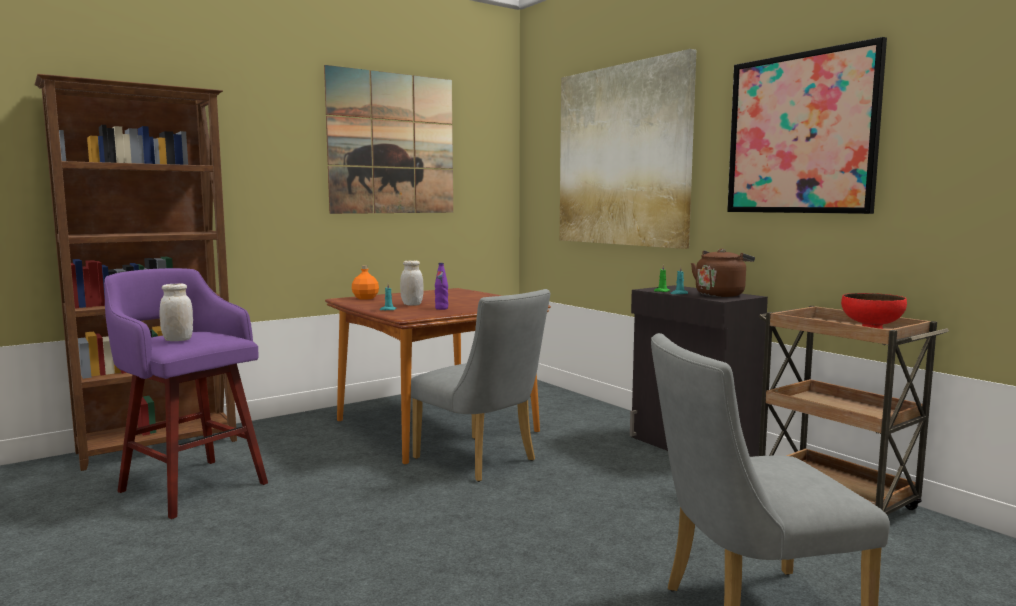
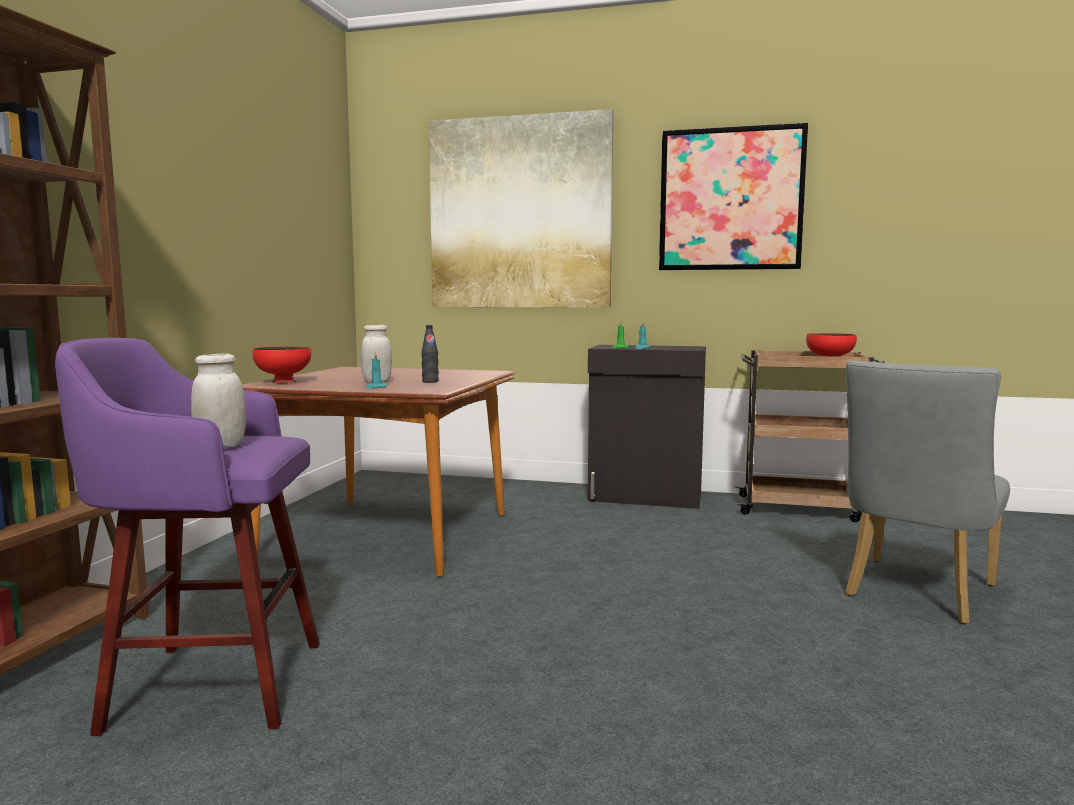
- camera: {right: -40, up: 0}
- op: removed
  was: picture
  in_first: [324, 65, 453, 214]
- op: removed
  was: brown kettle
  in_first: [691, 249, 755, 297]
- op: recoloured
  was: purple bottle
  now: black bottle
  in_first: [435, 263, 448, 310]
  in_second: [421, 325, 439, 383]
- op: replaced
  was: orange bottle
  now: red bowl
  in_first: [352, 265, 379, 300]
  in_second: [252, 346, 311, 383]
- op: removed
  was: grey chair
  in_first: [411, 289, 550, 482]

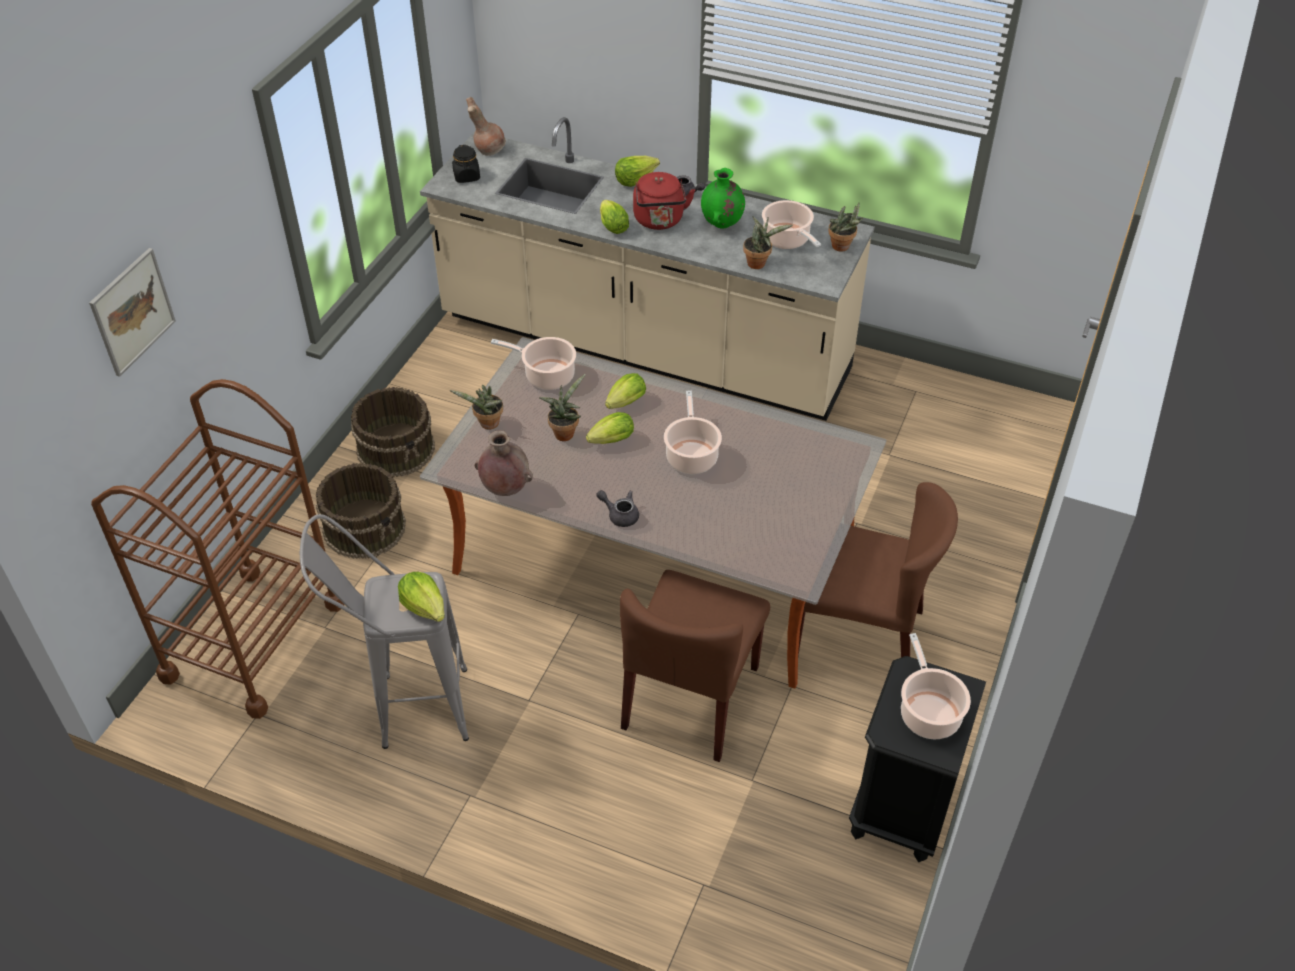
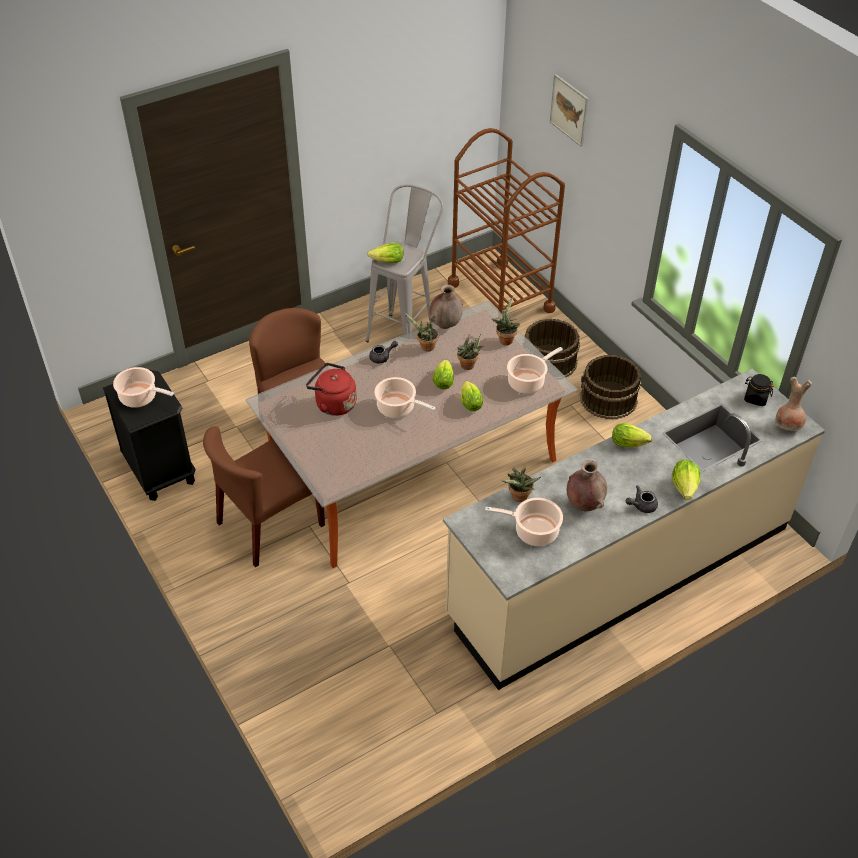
- camera: {right: 125, up: 0}
- op: recoloured
  was: green vase
  now: brown vase
  in_first: [701, 168, 745, 229]
  in_second: [567, 460, 607, 511]
- op: moved
  was: red kettle
  in_first: [633, 172, 695, 230]
  in_second: [306, 363, 357, 416]
- op: moved
  was: potted plant
  in_first: [828, 203, 864, 252]
  in_second: [405, 313, 438, 352]

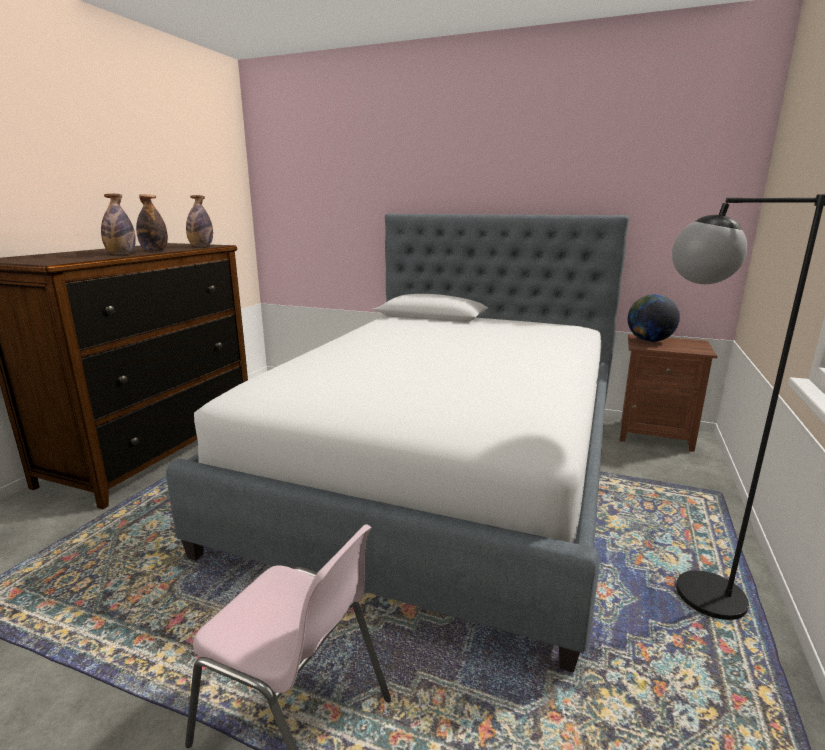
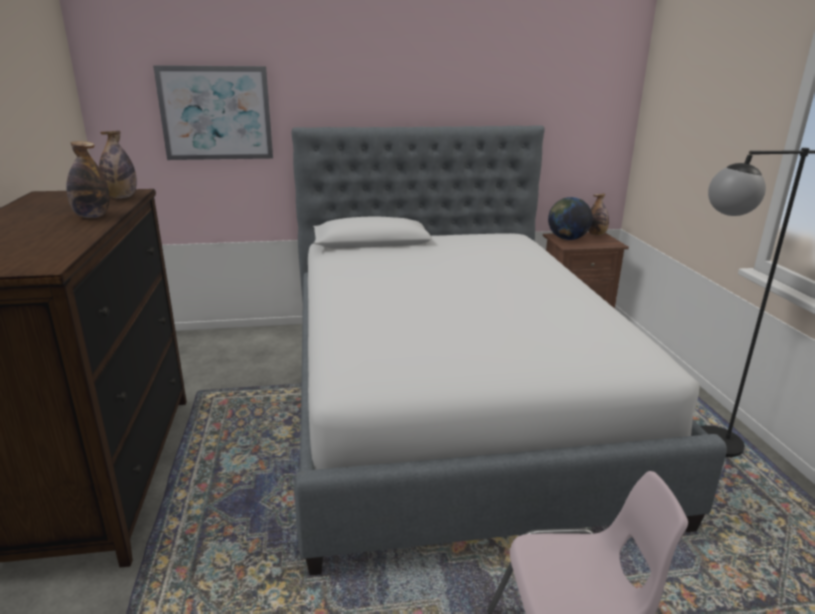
- camera: {right: -30, up: 5}
- op: moved
  was: bottle
  in_first: [101, 194, 136, 254]
  in_second: [588, 194, 609, 236]
- op: added
  now: picture
  in_second: [153, 65, 273, 160]

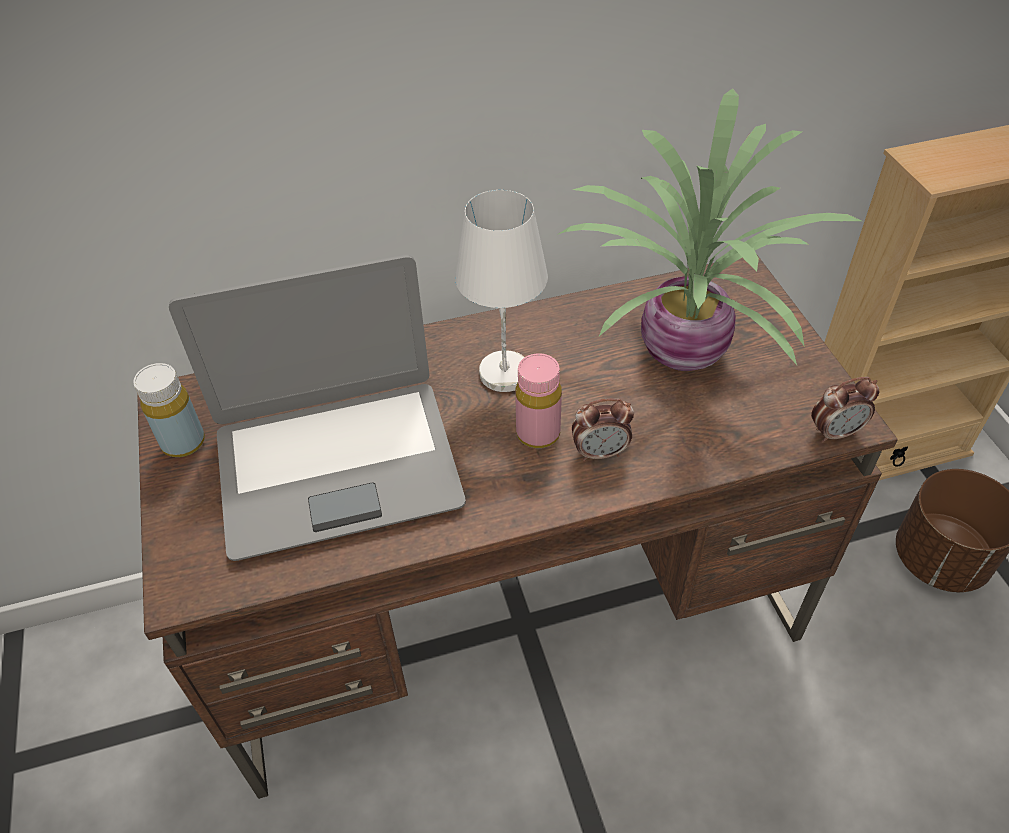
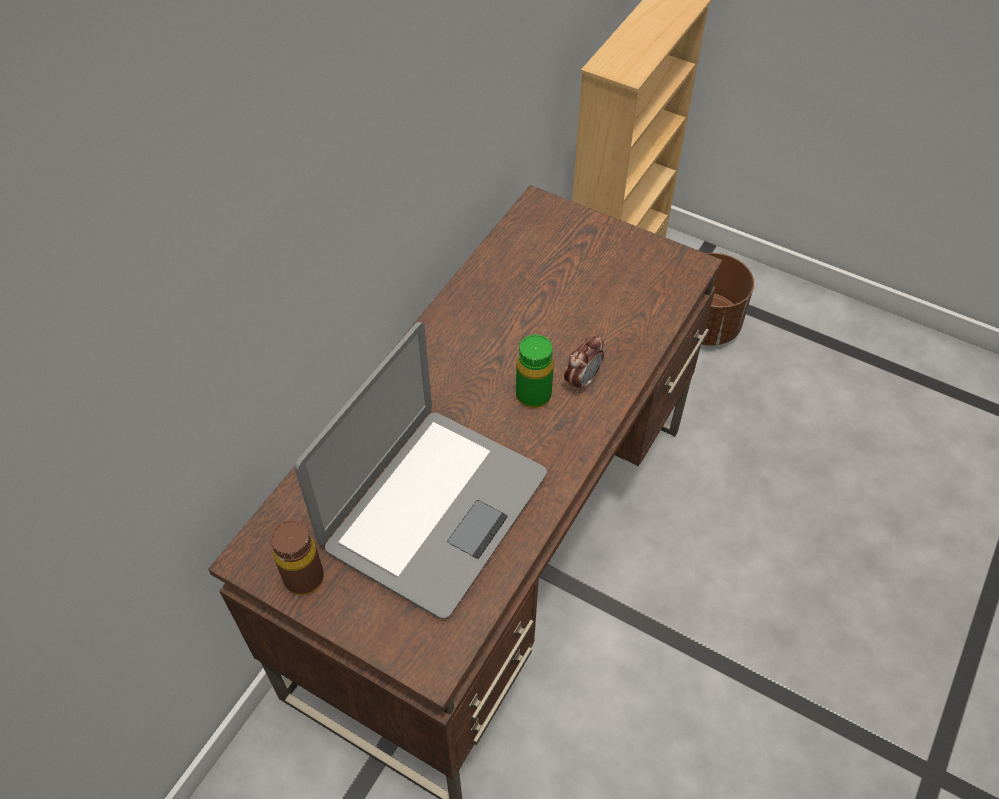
- camera: {right: -45, up: 5}
- op: removed
  was: potted plant
  in_first: [557, 88, 861, 371]
- op: removed
  was: white table lamp
  in_first: [455, 190, 548, 392]
- op: recoloured
  was: pink bottle
  now: green bottle
  in_first: [515, 353, 562, 448]
  in_second: [516, 335, 554, 408]
- op: recoloured
  was: yellow bottle
  now: brown bottle
  in_first: [133, 363, 205, 457]
  in_second: [271, 520, 324, 595]
- op: removed
  was: alarm clock
  in_first: [811, 377, 879, 443]

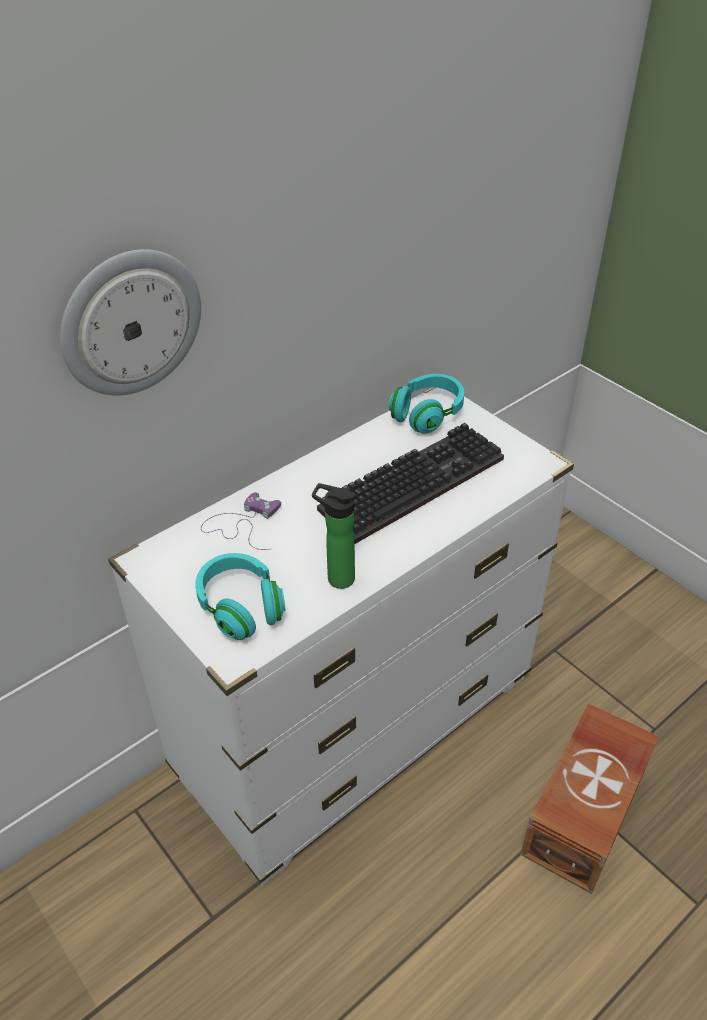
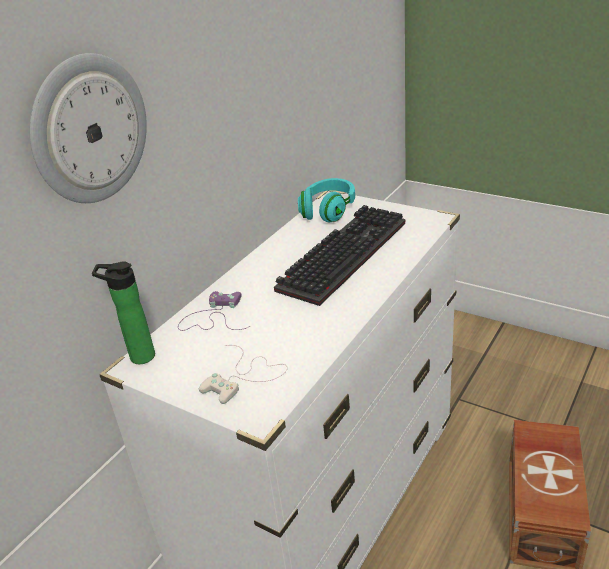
- camera: {right: -15, up: -10}
- op: moved
  was: bottle
  in_first: [312, 483, 355, 589]
  in_second: [92, 262, 155, 364]
- op: replaced
  was: turquoise headphones
  now: white game controller
  in_first: [195, 553, 286, 640]
  in_second: [199, 345, 288, 404]

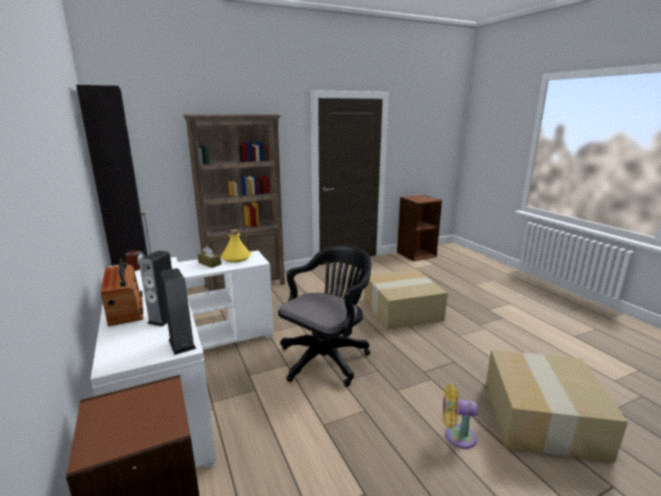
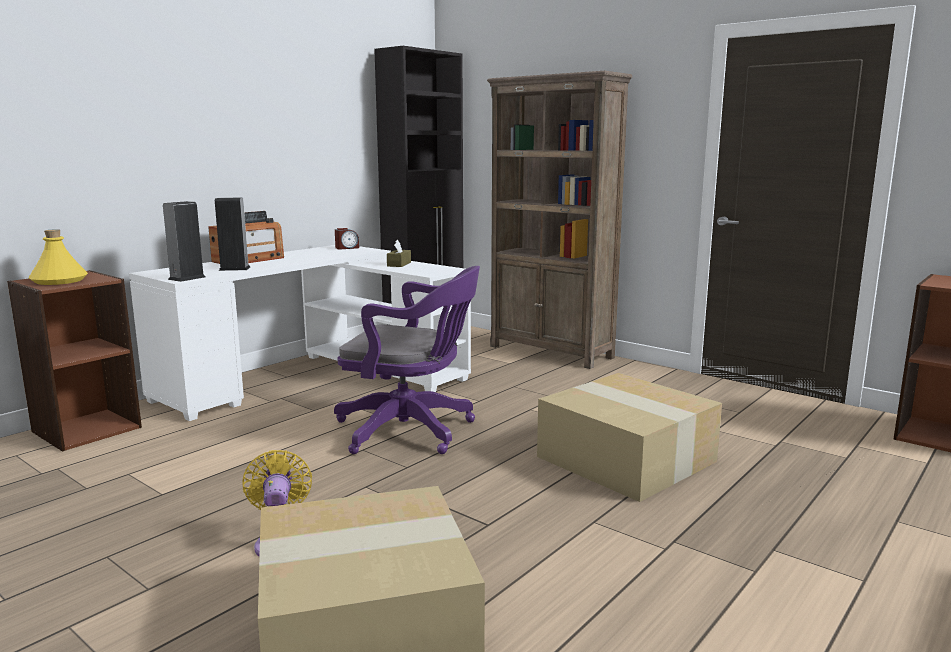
- camera: {right: 65, up: -5}
- op: moved
  was: yellow bottle
  in_first: [221, 229, 251, 262]
  in_second: [29, 229, 88, 285]
- op: recoloured
  was: black office chair
  now: purple office chair
  in_first: [278, 245, 371, 387]
  in_second: [334, 266, 480, 454]

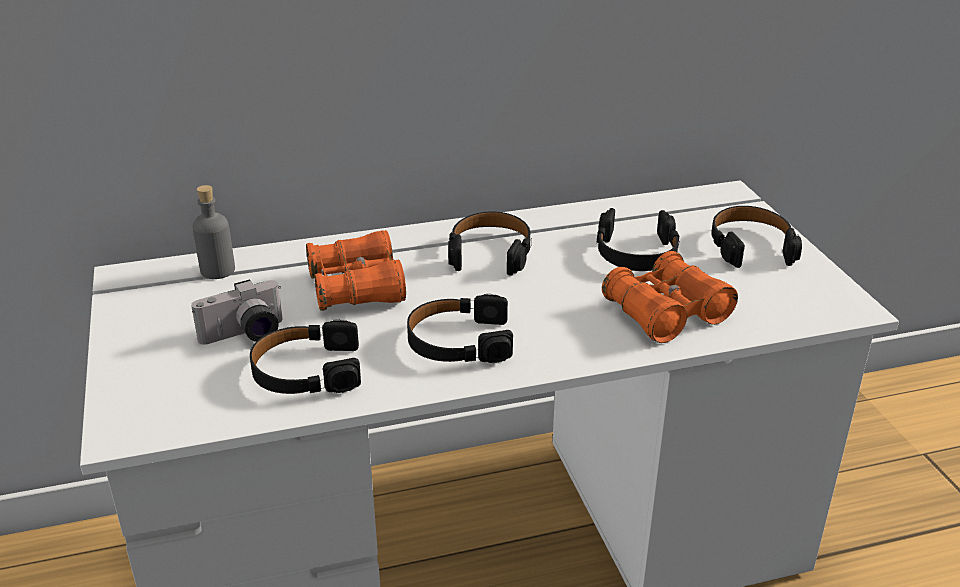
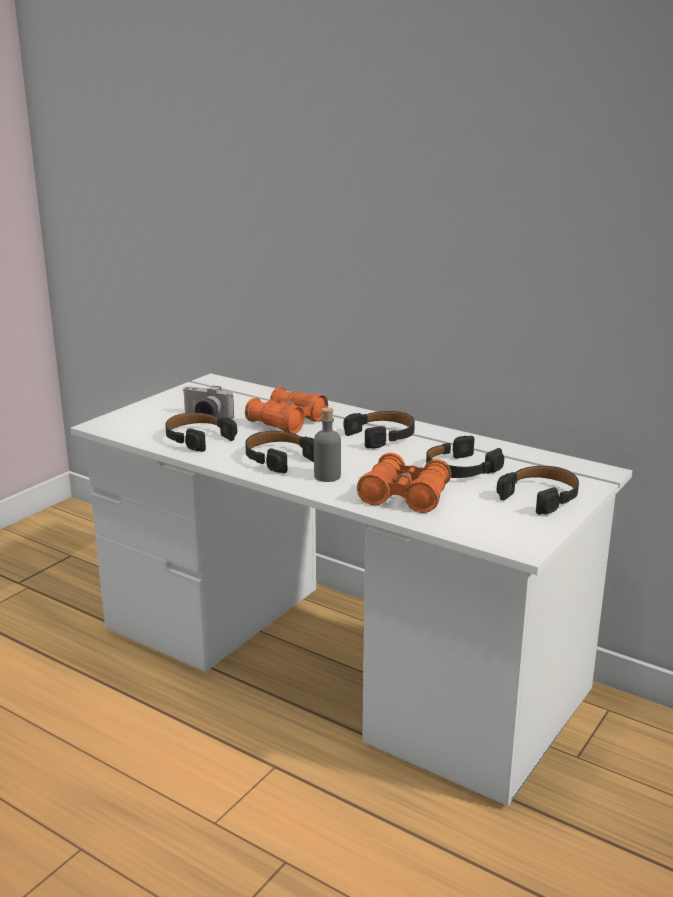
- camera: {right: 50, up: -10}
- op: moved
  was: grey bottle
  in_first: [192, 185, 235, 279]
  in_second: [314, 407, 341, 482]

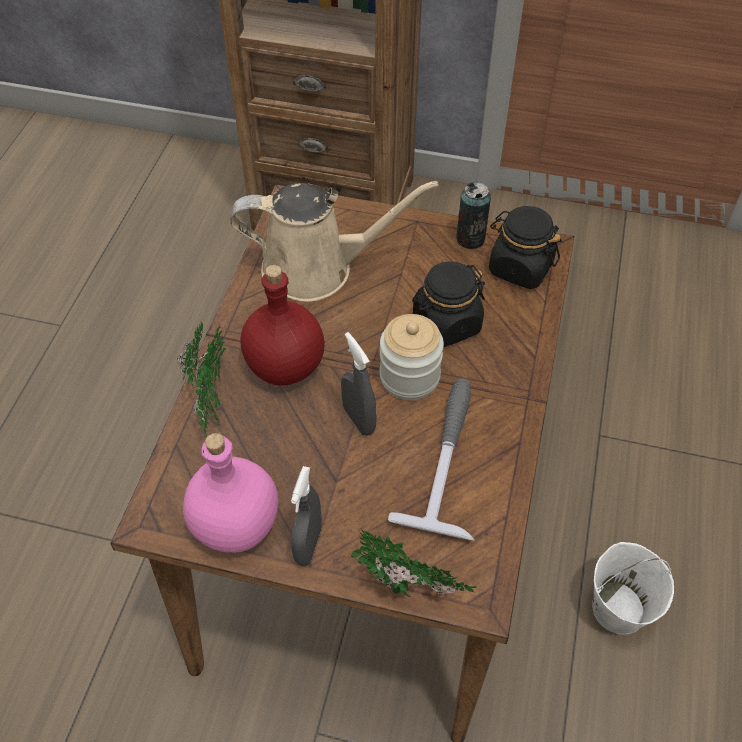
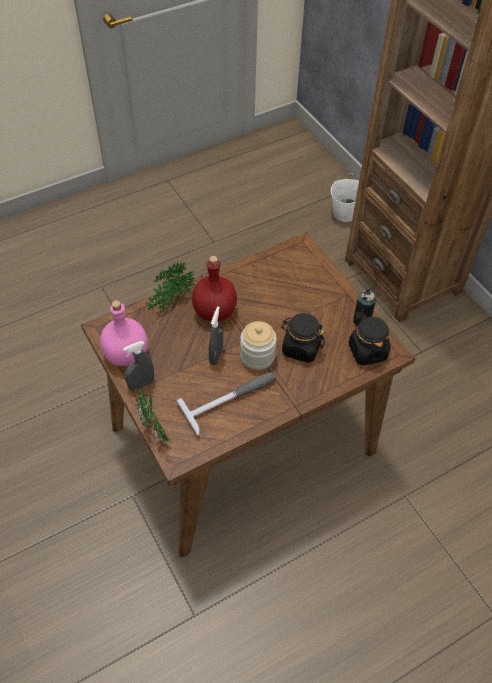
- camera: {right: 45, up: 0}
- op: removed
  was: beige watering can
  in_first: [230, 181, 438, 302]
- op: moved
  was: white bucket
  in_first: [592, 542, 674, 635]
  in_second: [331, 173, 359, 222]

